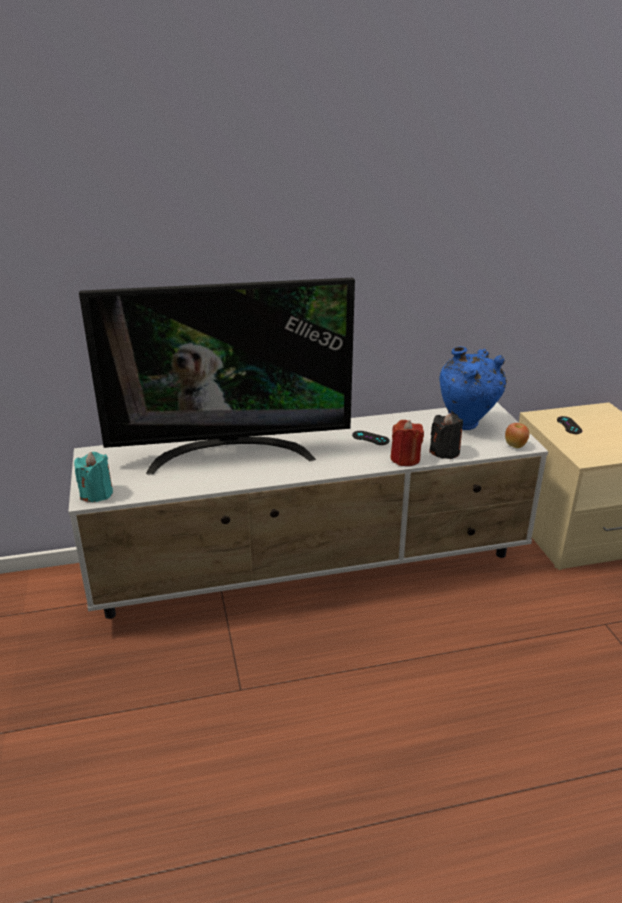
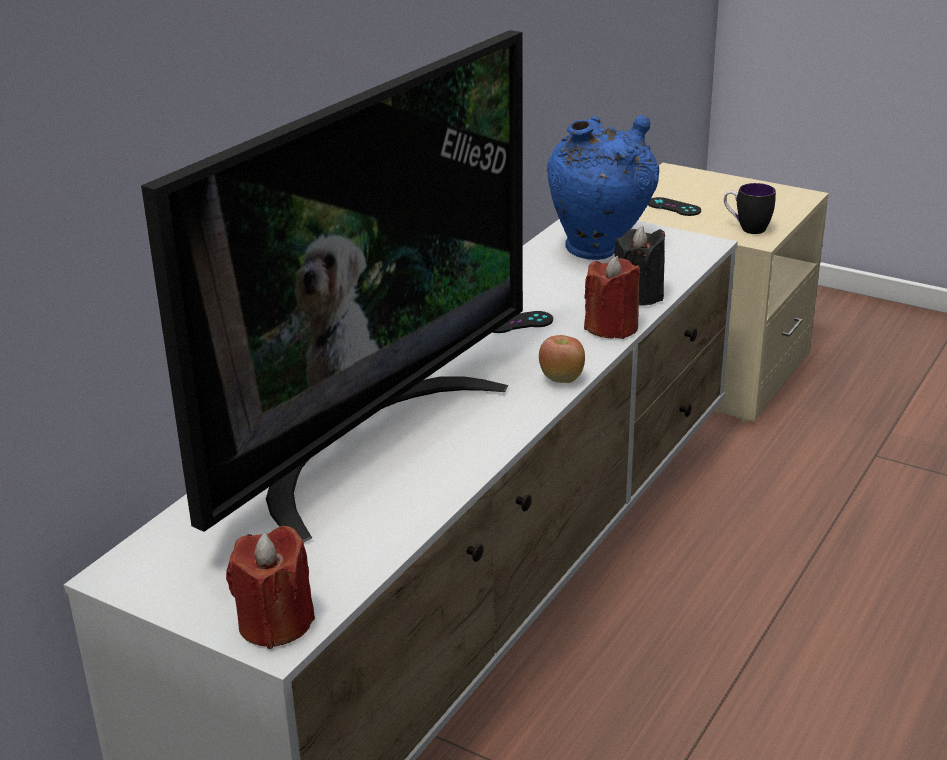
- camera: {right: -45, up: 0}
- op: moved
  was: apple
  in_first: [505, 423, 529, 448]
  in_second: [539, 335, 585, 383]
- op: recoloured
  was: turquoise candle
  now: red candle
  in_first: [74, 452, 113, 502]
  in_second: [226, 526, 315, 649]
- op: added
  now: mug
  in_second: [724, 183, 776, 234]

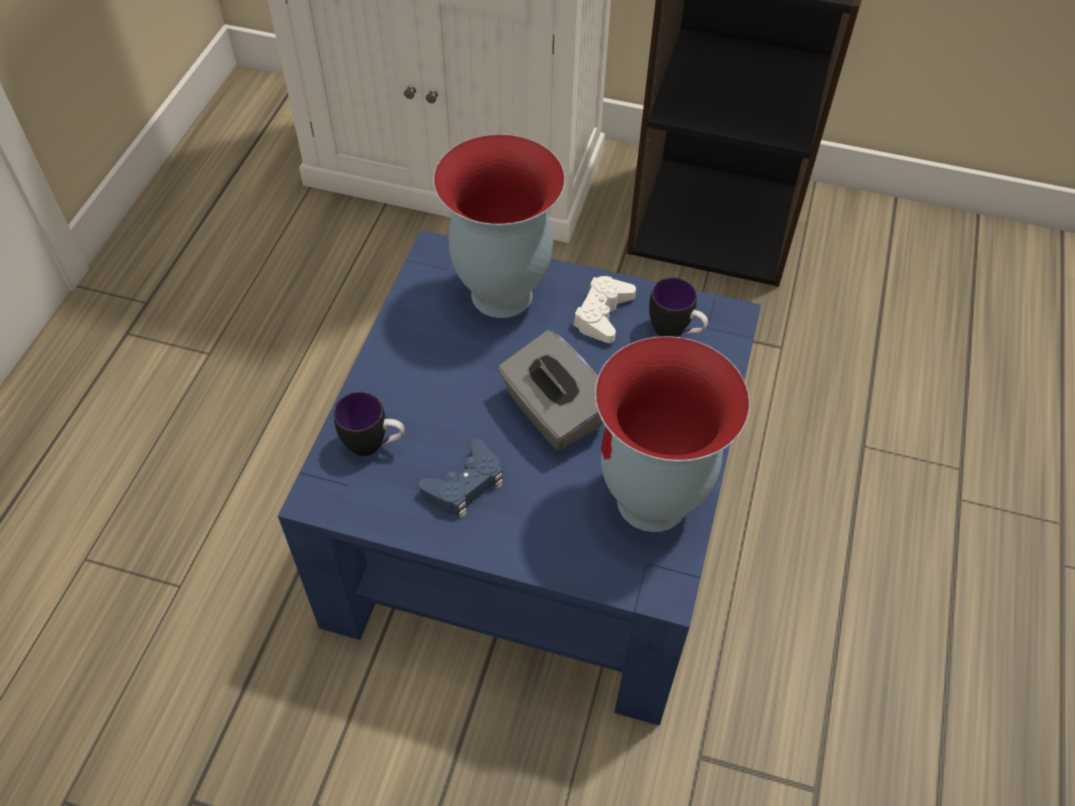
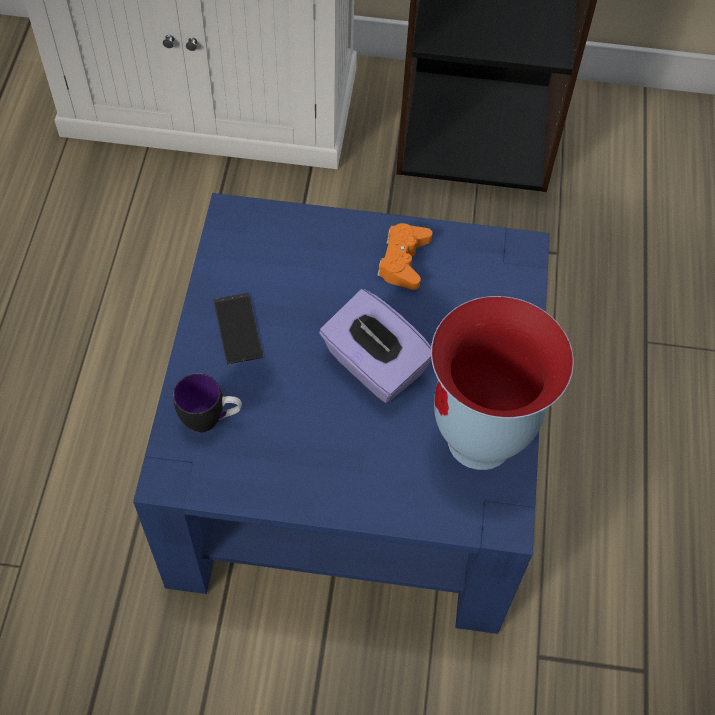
- camera: {right: -10, up: 5}
- op: removed
  was: vase
  in_first: [433, 134, 565, 318]
- op: recoloured
  was: white game controller
  now: orange game controller
  in_first: [573, 276, 636, 343]
  in_second: [377, 223, 432, 290]
- op: removed
  was: mug
  in_first: [649, 277, 708, 337]
- op: recoloured
  was: grey tissue box
  now: purple tissue box
  in_first: [498, 330, 603, 451]
  in_second: [319, 289, 432, 403]
- op: removed
  was: blue game controller
  in_first: [419, 439, 503, 518]
- op: added
  now: phone
  in_second: [213, 293, 263, 365]

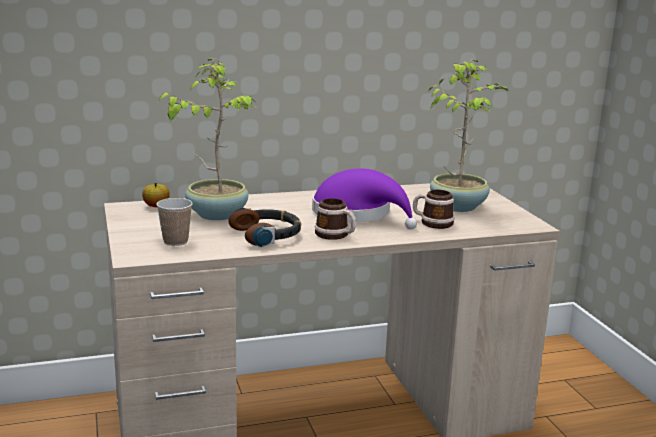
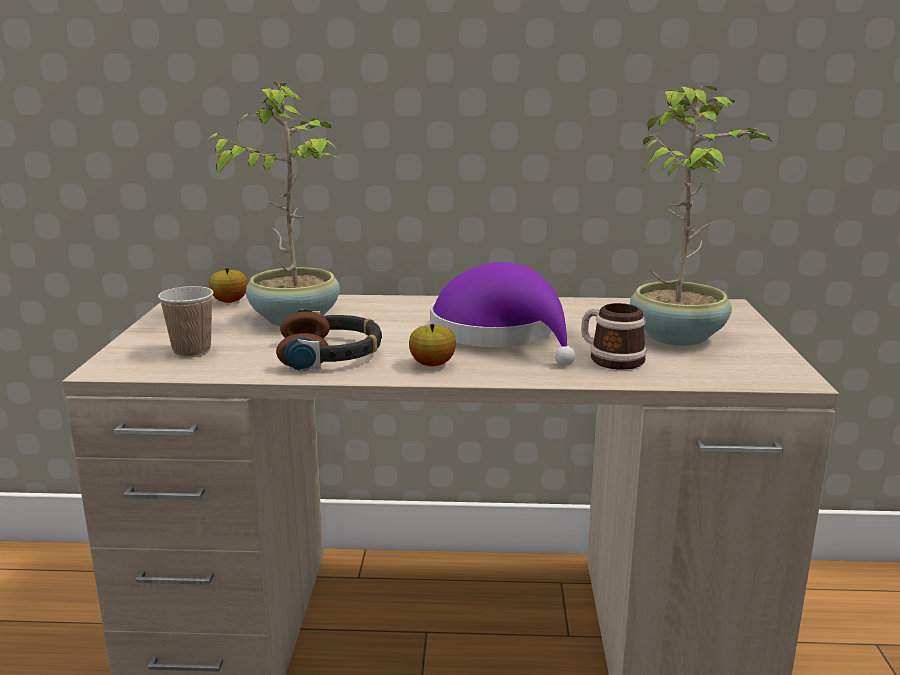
- camera: {right: 20, up: 0}
- op: replaced
  was: mug
  now: apple
  in_first: [315, 198, 356, 240]
  in_second: [409, 324, 456, 366]

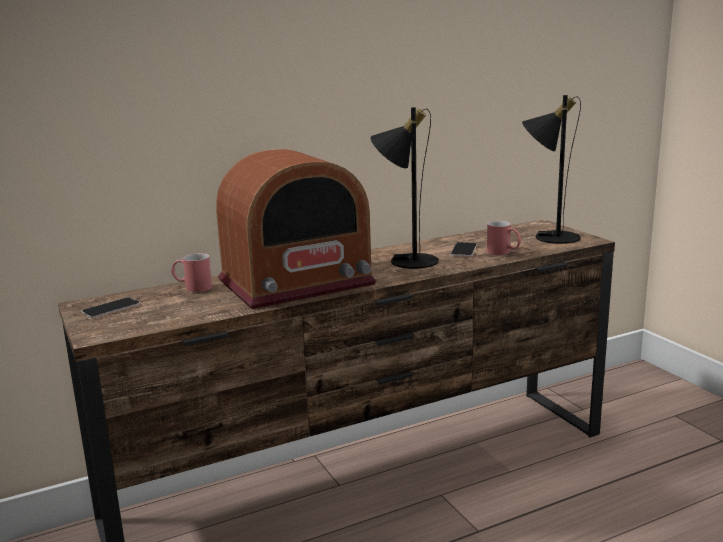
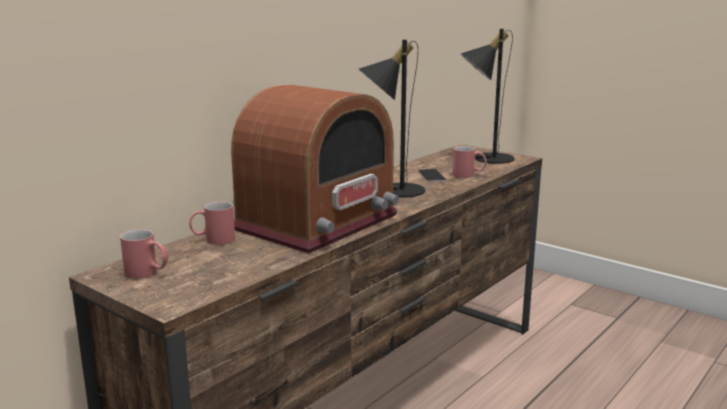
- camera: {right: -25, up: 0}
- op: replaced
  was: phone
  now: red mug
  in_first: [81, 297, 140, 318]
  in_second: [120, 230, 168, 279]

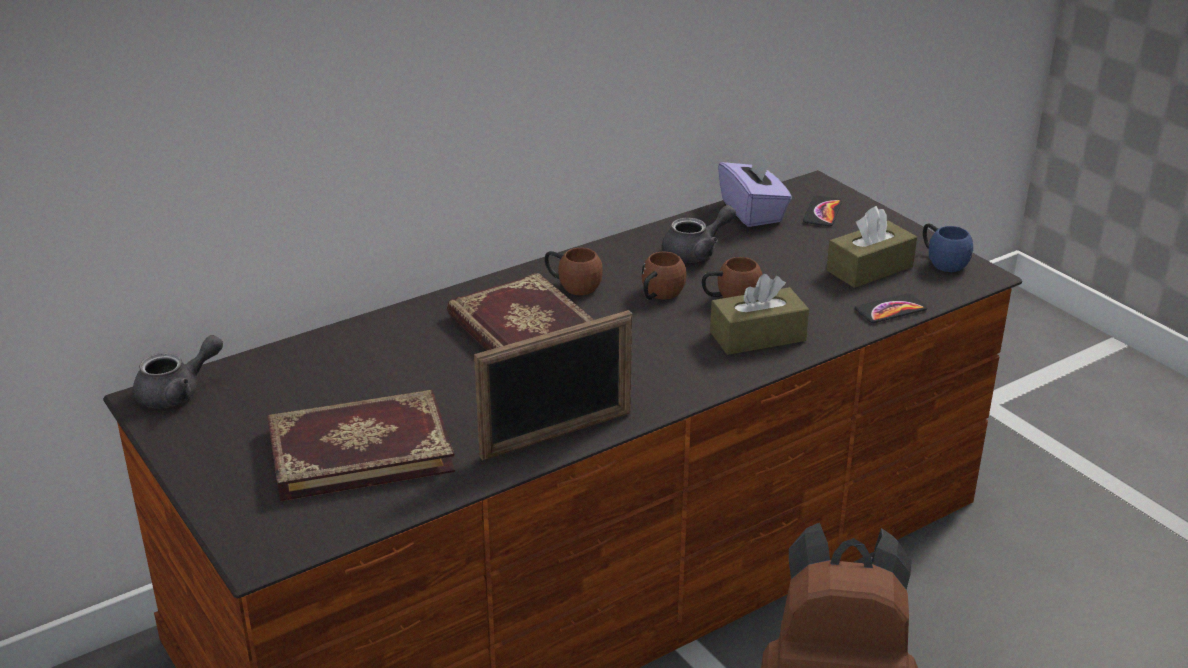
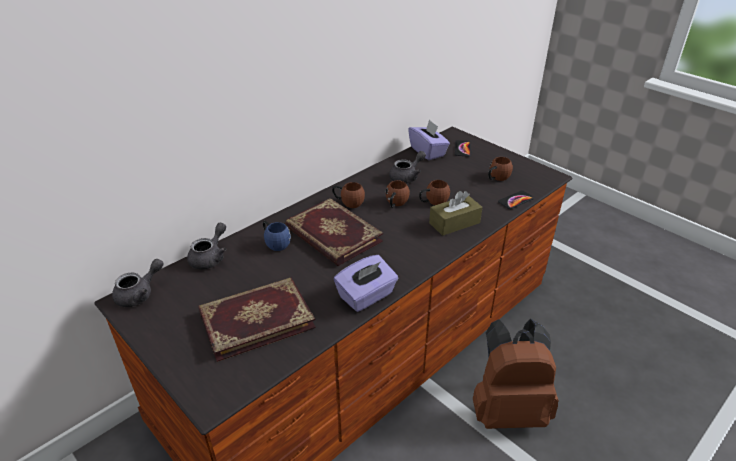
- camera: {right: -10, up: 5}
- op: replaced
  was: brown tissue box
  now: brown mug
  in_first: [827, 206, 917, 288]
  in_second: [488, 157, 513, 181]
- op: moved
  was: blue mug
  in_first: [923, 223, 973, 272]
  in_second: [263, 221, 291, 251]
- op: replaced
  was: picture frame
  now: purple tissue box
  in_first: [474, 310, 632, 461]
  in_second: [334, 255, 398, 312]
- op: added
  now: grey teapot
  in_second: [187, 223, 226, 270]

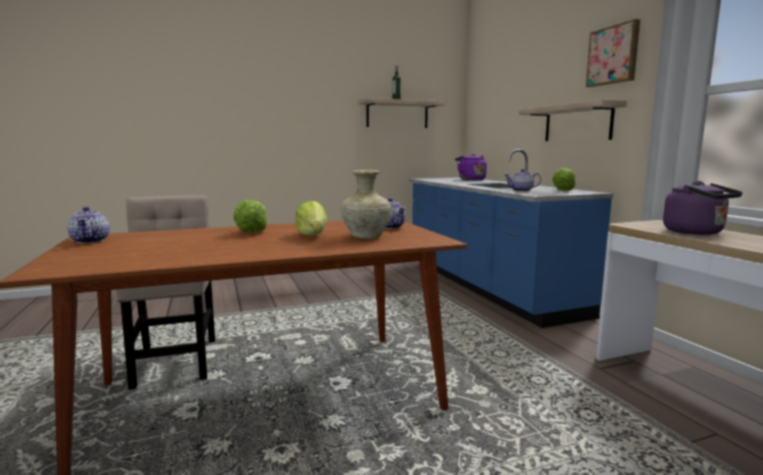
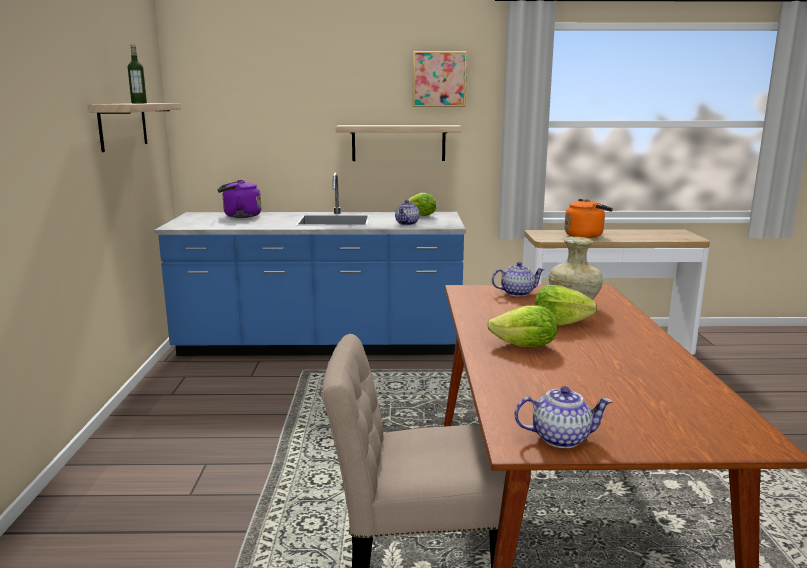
- camera: {right: -70, up: 5}
- op: recoloured
  was: purple kettle
  now: orange kettle
  in_first: [663, 181, 743, 235]
  in_second: [565, 199, 613, 238]

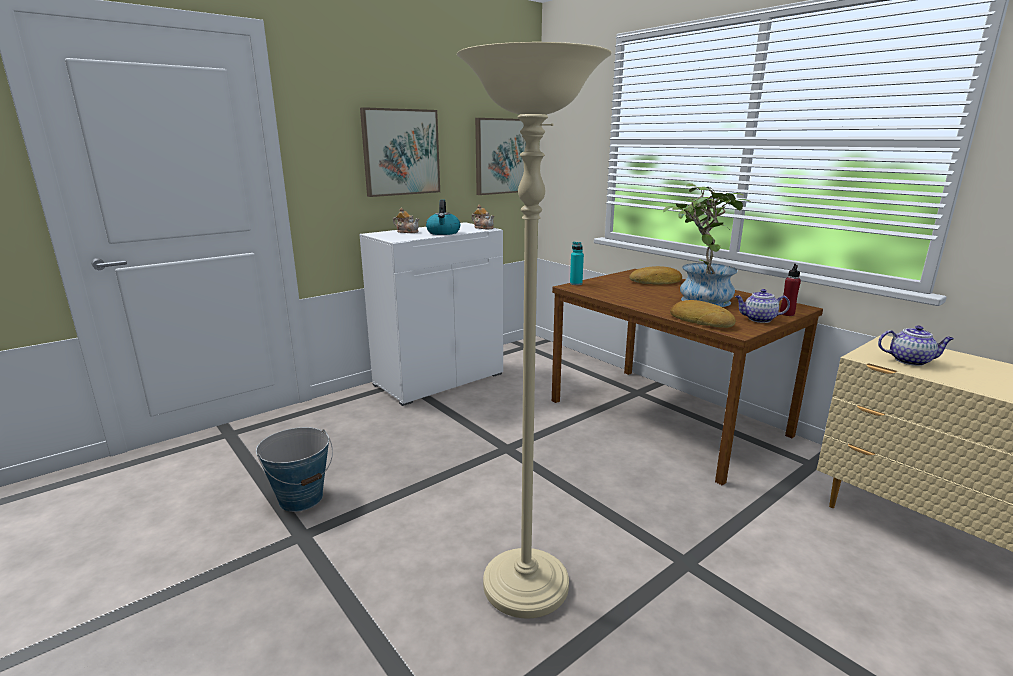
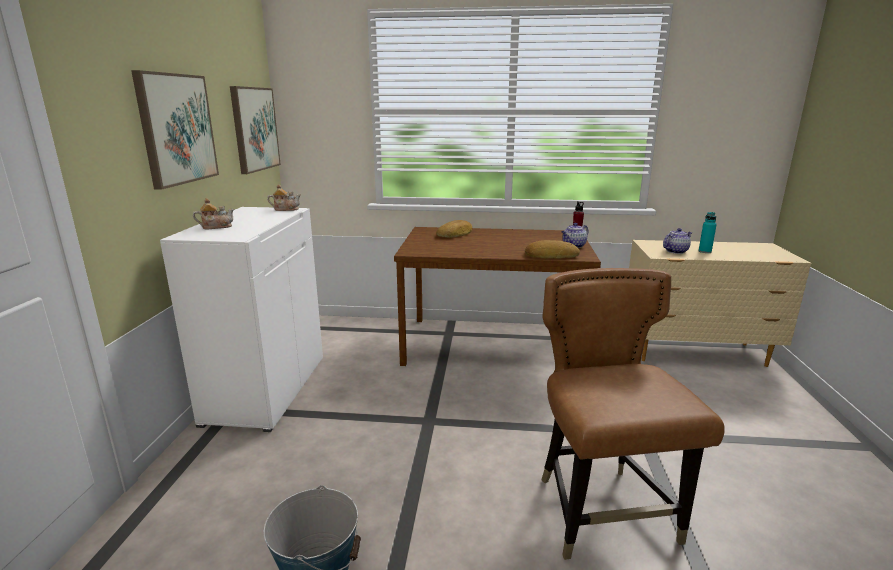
- camera: {right: -45, up: 0}
- op: replaced
  was: beige floor lamp
  now: brown chair
  in_first: [457, 42, 612, 619]
  in_second: [541, 268, 725, 560]
- op: removed
  was: potted plant
  in_first: [663, 183, 751, 307]
- op: removed
  was: kettle
  in_first: [426, 200, 460, 235]
- op: moved
  was: turquoise bottle
  in_first: [570, 242, 584, 285]
  in_second: [699, 212, 717, 253]

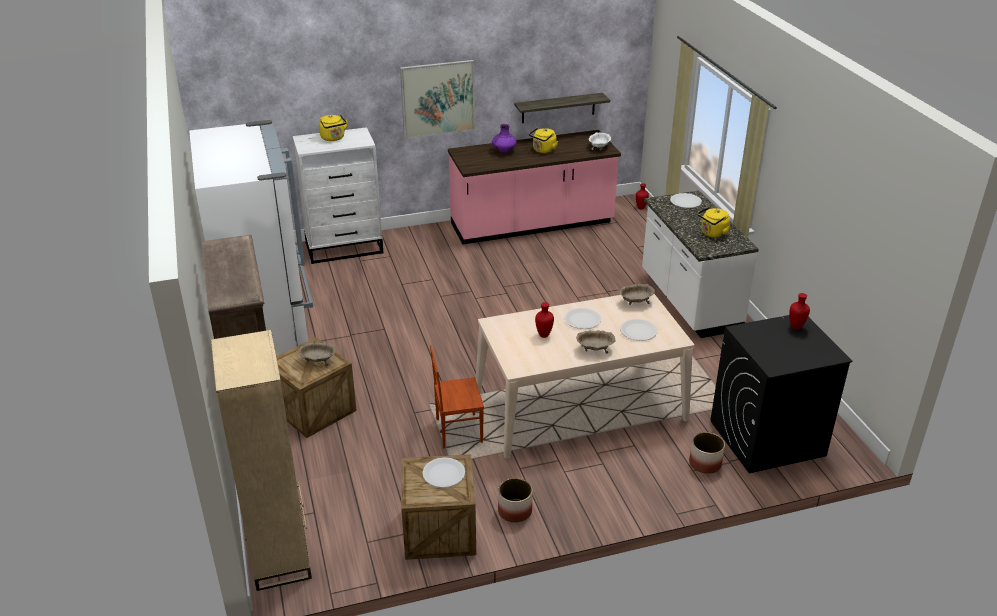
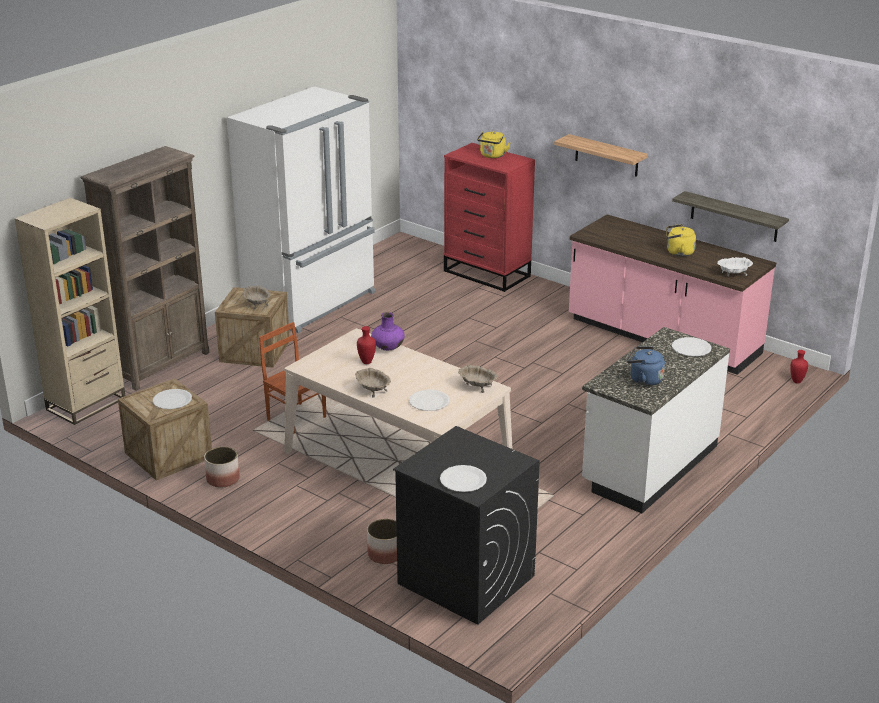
- camera: {right: 55, up: -5}
- op: replaced
  was: picture
  now: shelf
  in_first: [400, 60, 475, 139]
  in_second: [554, 134, 648, 177]
- op: moved
  was: purple vase
  in_first: [492, 124, 517, 153]
  in_second: [371, 312, 405, 351]
- op: recoloured
  was: white dresser
  now: red dresser
  in_first: [293, 127, 383, 264]
  in_second: [444, 143, 535, 292]
- op: recoloured
  was: yellow kettle
  now: blue kettle
  in_first: [698, 207, 731, 238]
  in_second: [626, 346, 665, 386]
- op: removed
  was: red vase
  in_first: [789, 293, 810, 330]
- op: moved
  was: white plate
  in_first: [565, 308, 601, 329]
  in_second: [440, 465, 487, 492]

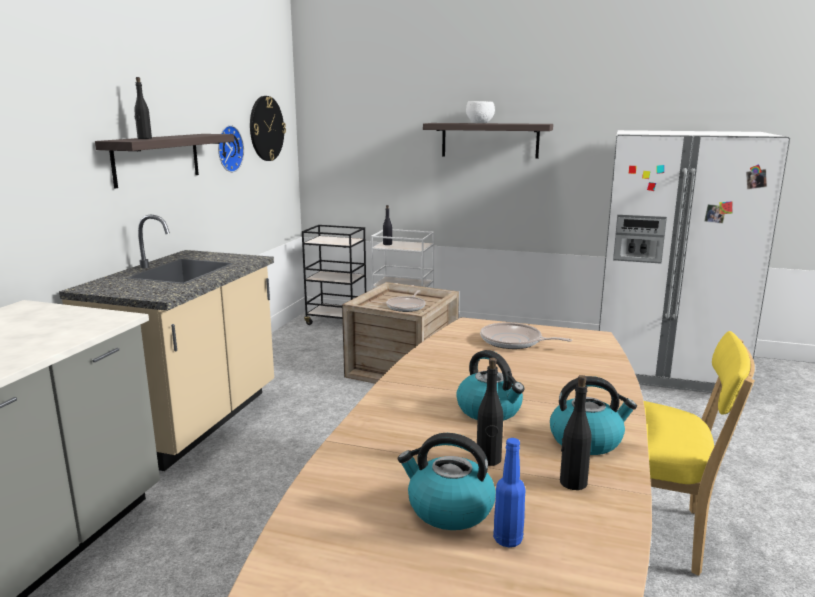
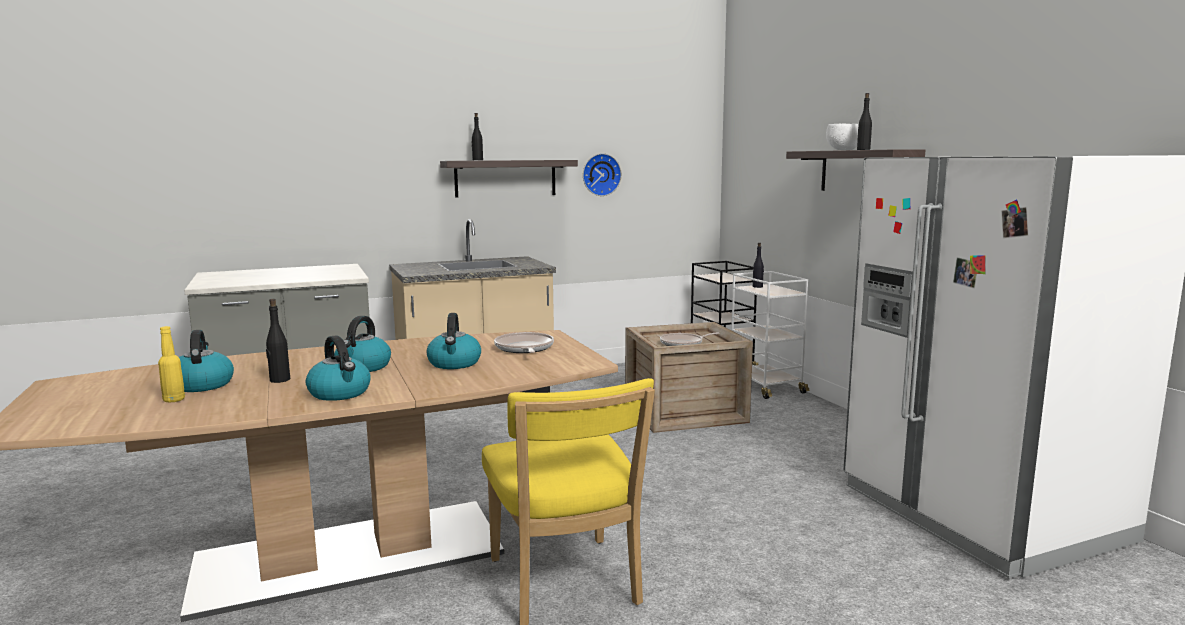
- camera: {right: 50, up: -5}
- op: removed
  was: wall clock
  in_first: [250, 96, 286, 161]
- op: moved
  was: black bottle
  in_first: [560, 375, 592, 490]
  in_second: [857, 93, 872, 150]
- op: recoloured
  was: blue bottle
  now: yellow bottle
  in_first: [493, 438, 526, 547]
  in_second: [158, 326, 185, 402]
- op: added
  now: kettle
  in_second: [427, 313, 481, 369]

